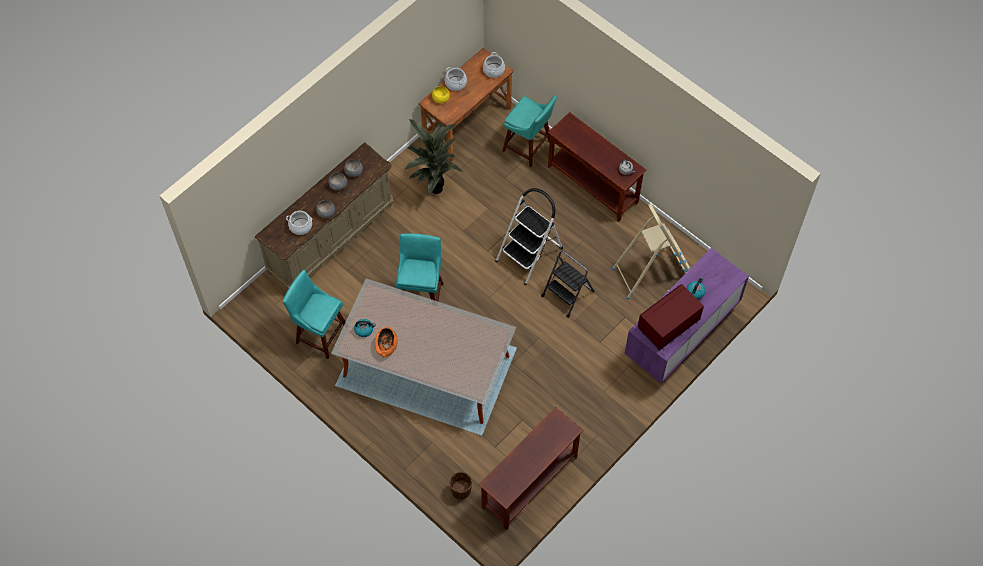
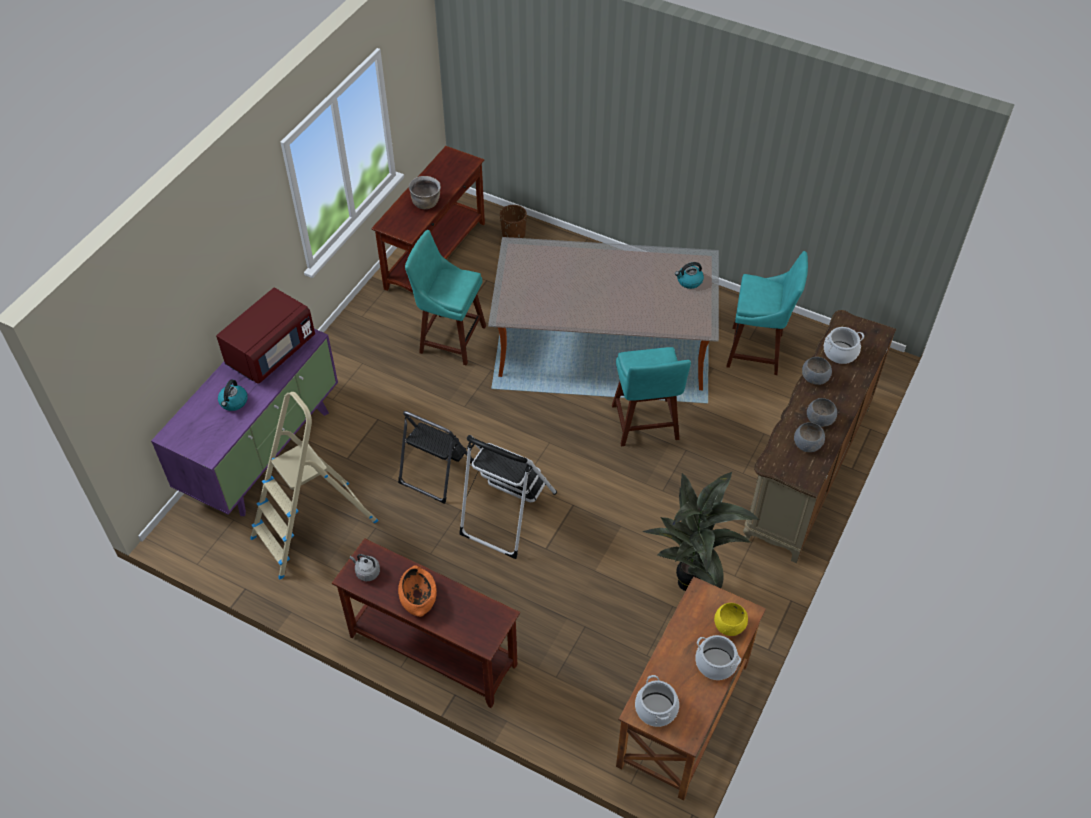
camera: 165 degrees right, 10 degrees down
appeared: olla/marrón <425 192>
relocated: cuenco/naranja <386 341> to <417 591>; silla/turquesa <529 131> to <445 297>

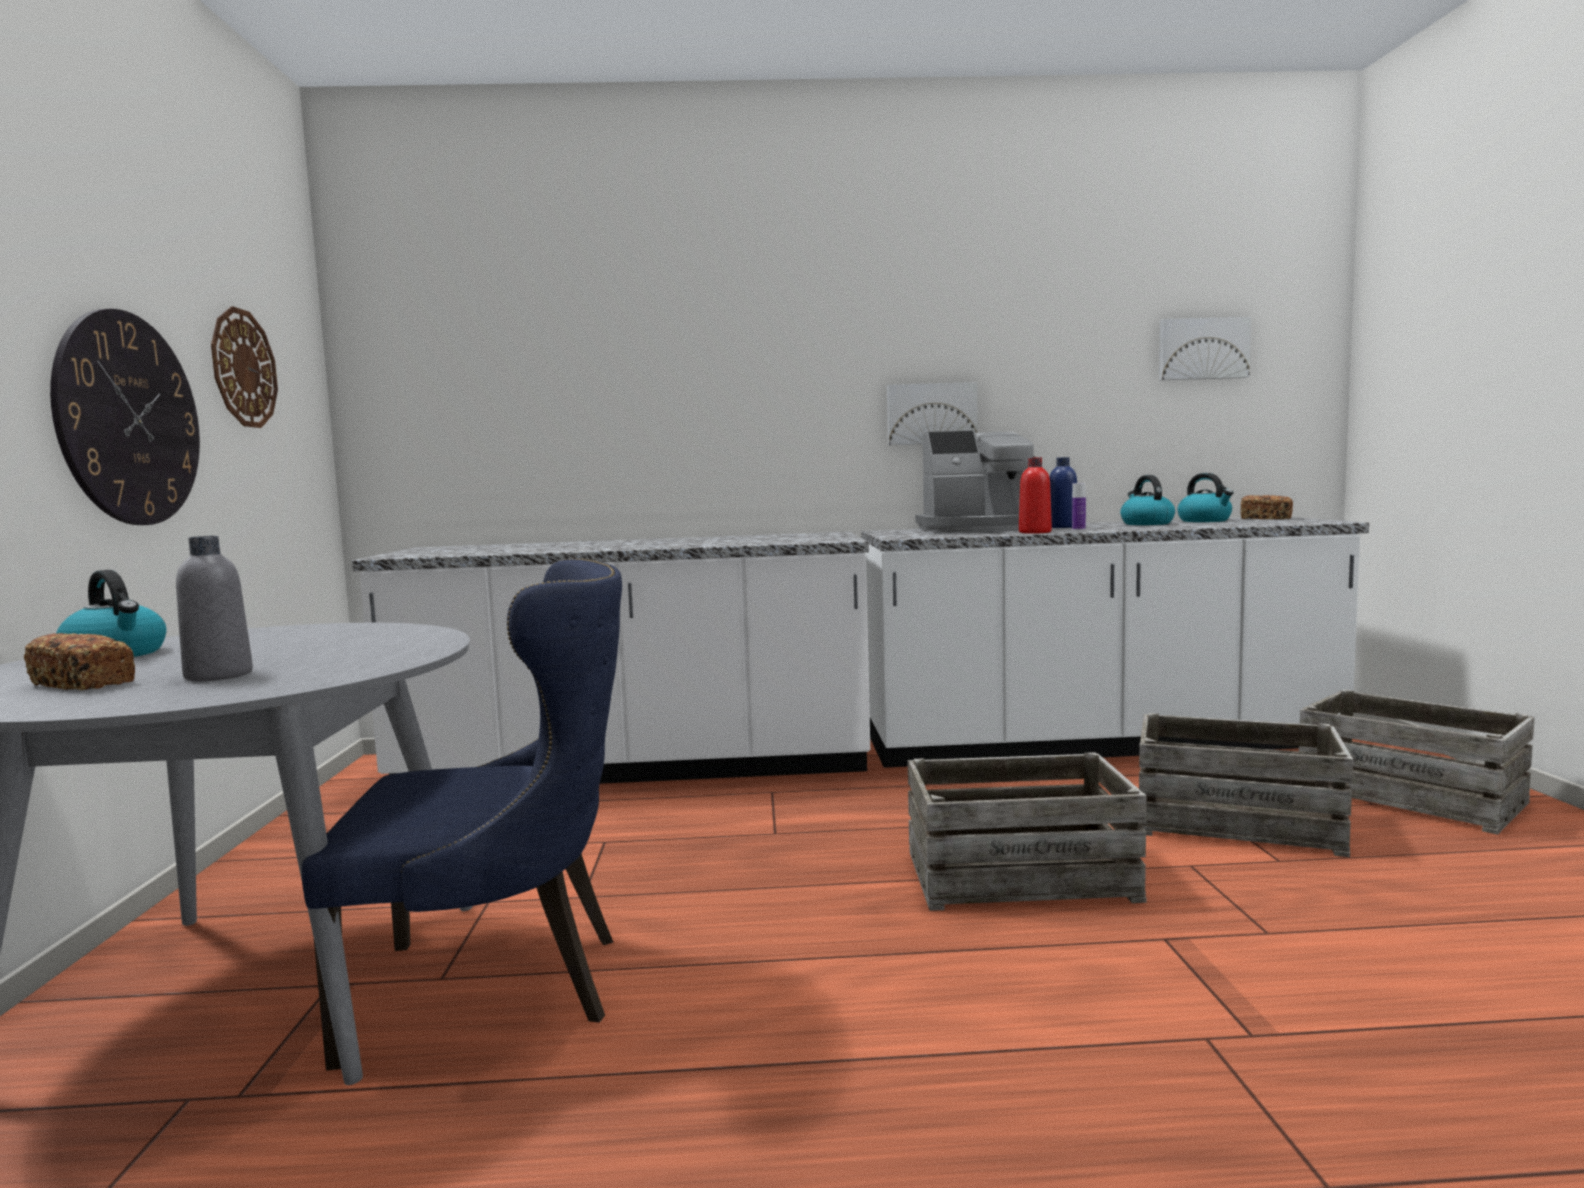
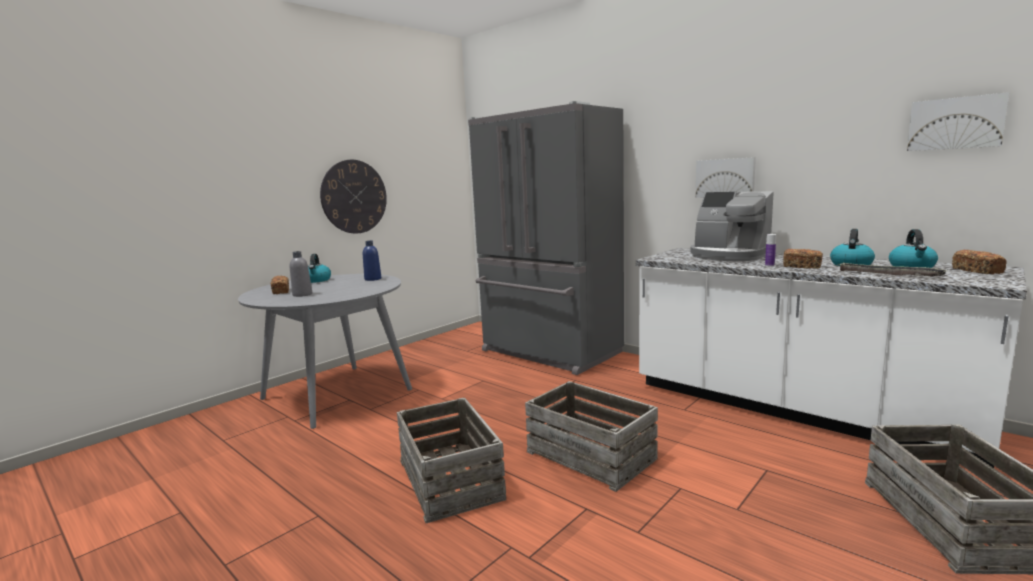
camera: 45 degrees right, 5 degrees up
missing: reloj de pared <244 367>; silla/azul <462 814>; botella/rojo <1035 495>
appeared: pan <803 259>; bandeja <892 270>
relocated: botella/azul <1063 492> to <372 261>; caja de embalaje <1246 785> to <451 460>
exchanged: mueble bajo de cocina/blanco <611 658> to nevera/gris <546 238>

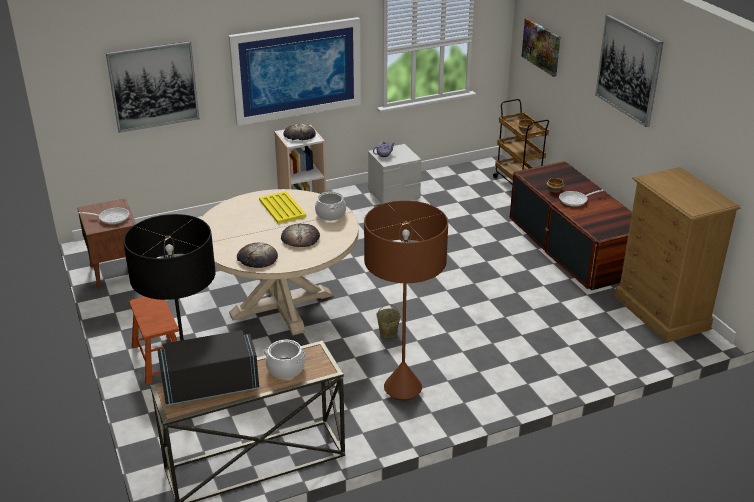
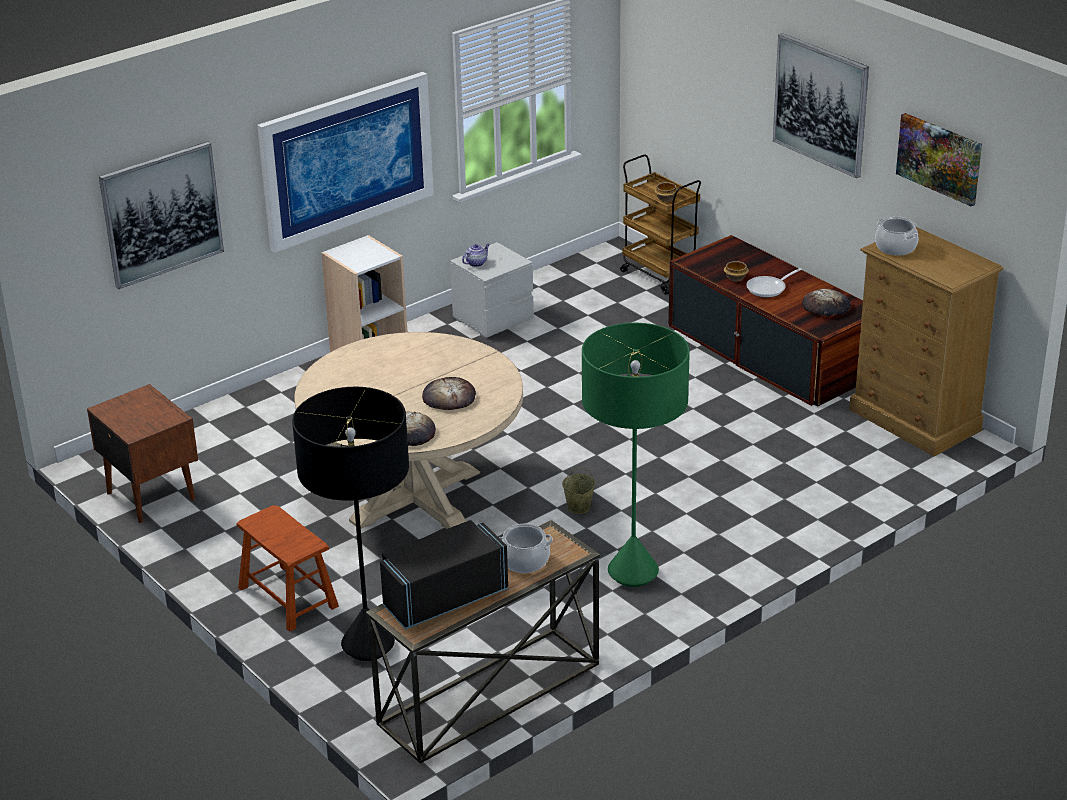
camera: 15 degrees left, 0 degrees up
missing: sartén <104 216>; bandeja/amarillo <282 207>
relocated: pan <299 131> to <826 303>; olla <330 206> to <896 236>; cuadro <540 47> to <939 159>
colour: lámpara de pie/marrón <406 301> to lámpara de pie/verde <636 455>

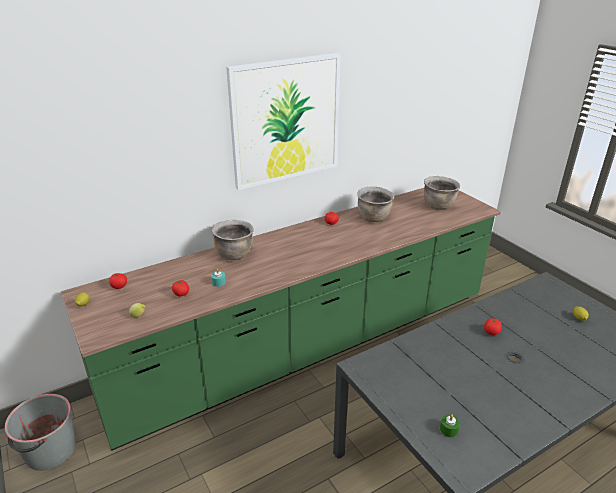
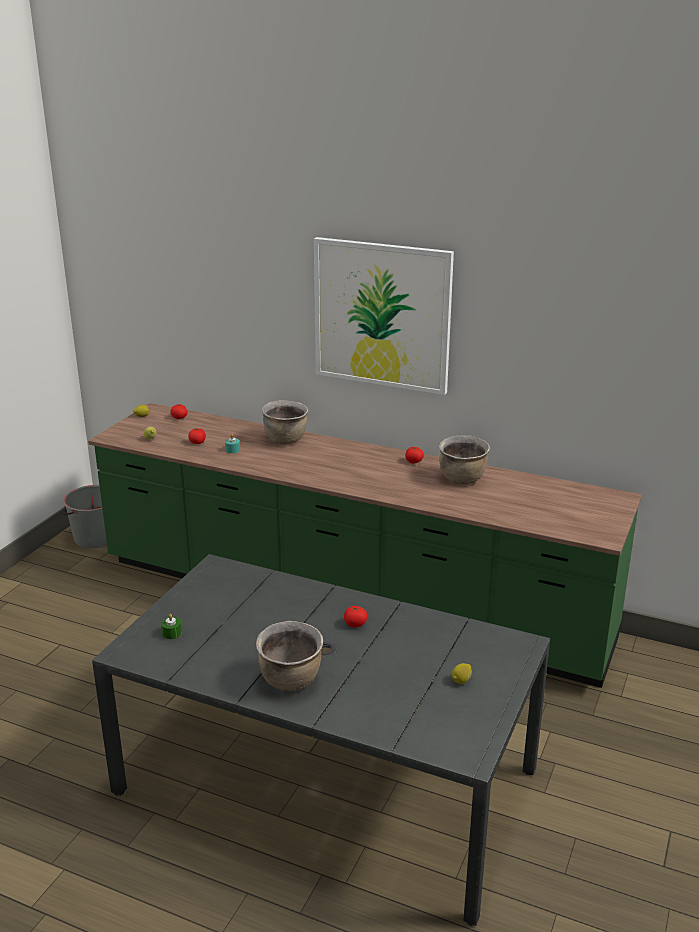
camera: 55 degrees right, 5 degrees down
relocated: olla/marrón <442 193> to <289 656>

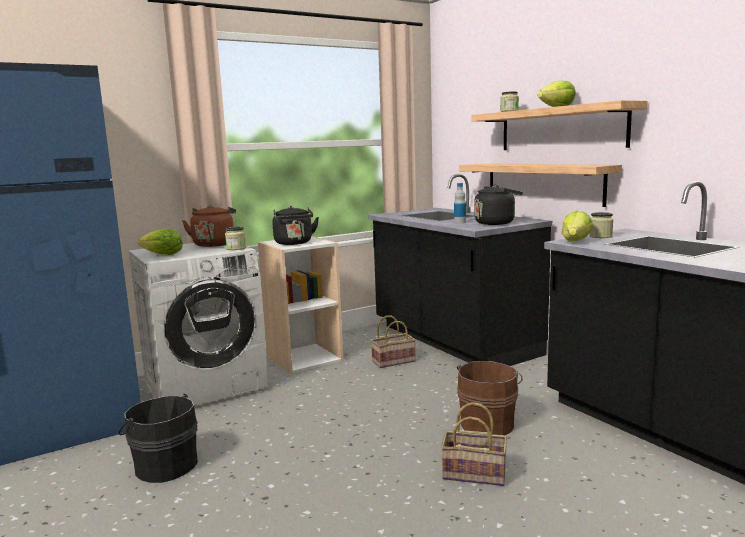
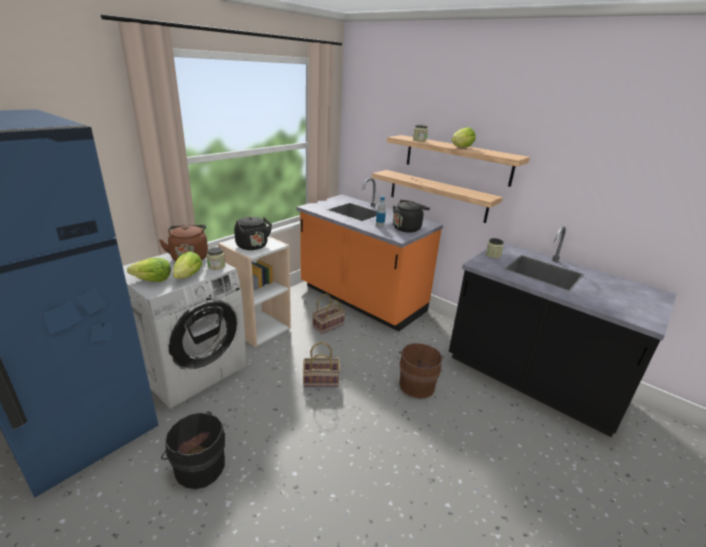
camera: 20 degrees left, 15 degrees up
relocated: cesta <474 444> to <321 364>; lechuga <577 226> to <187 265>
colour: mueble bajo de cocina/negro <460 270> to mueble bajo de cocina/naranja <370 255>

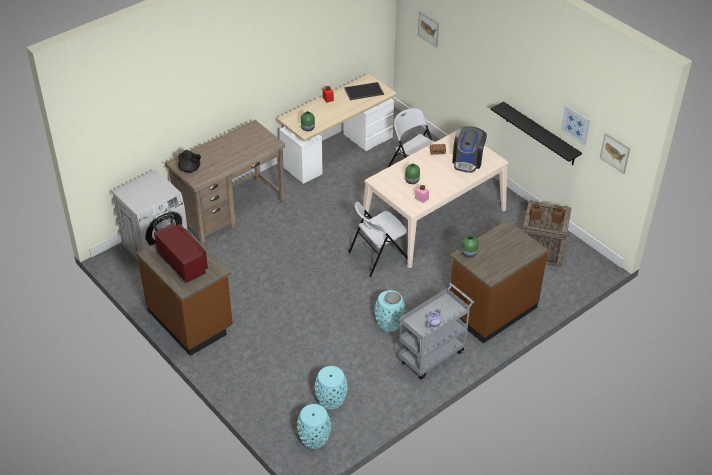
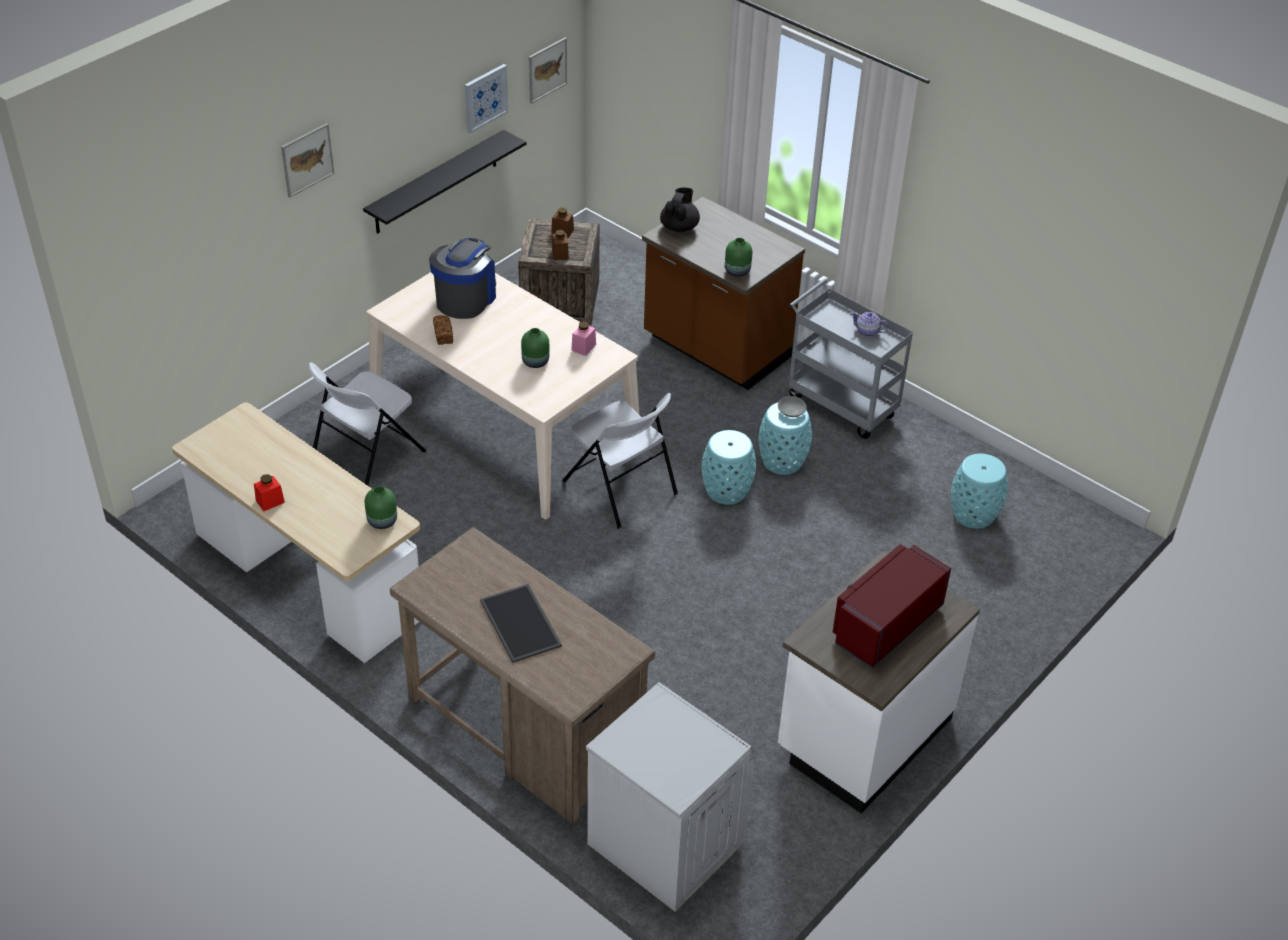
camera: 100 degrees left, 0 degrees up
relocated: tetera/negro <189 161> to <680 210>; taburete/turquesa <314 426> to <729 467>; bandeja <364 91> to <521 623>; cuadro <428 30> to <307 160>
colour: mueble bajo de cocina/marrón <185 292> to mueble bajo de cocina/blanco <879 682>
spun: cafetera <469 149> = <462 278> 75 degrees counterclockwise

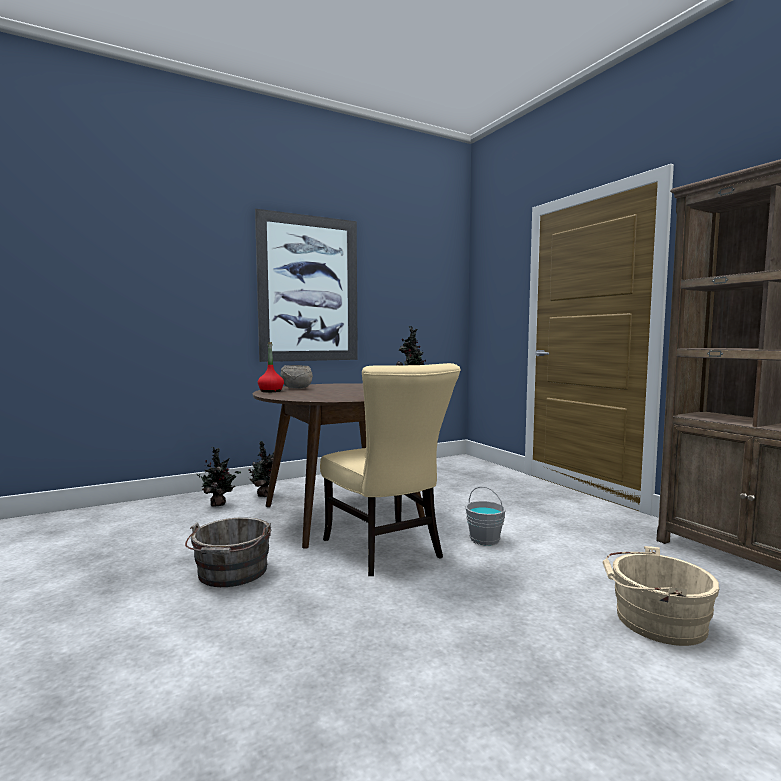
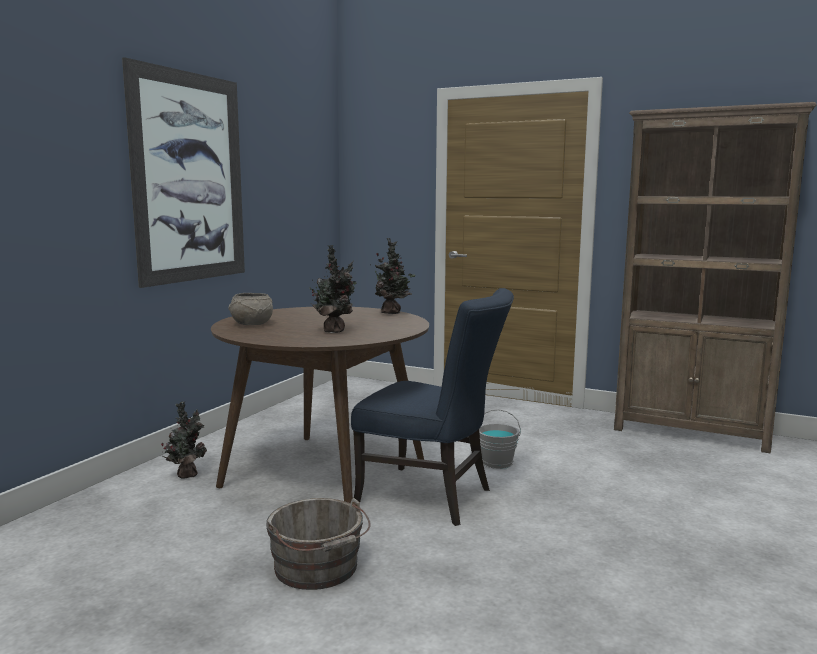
camera: 35 degrees left, 5 degrees up
missing: botella/rojo <271 367>; cubo/beis <660 596>
relocated: planta en maceta <219 477> to <333 289>
colour: silla/beis <390 469> to silla/azul <432 407>

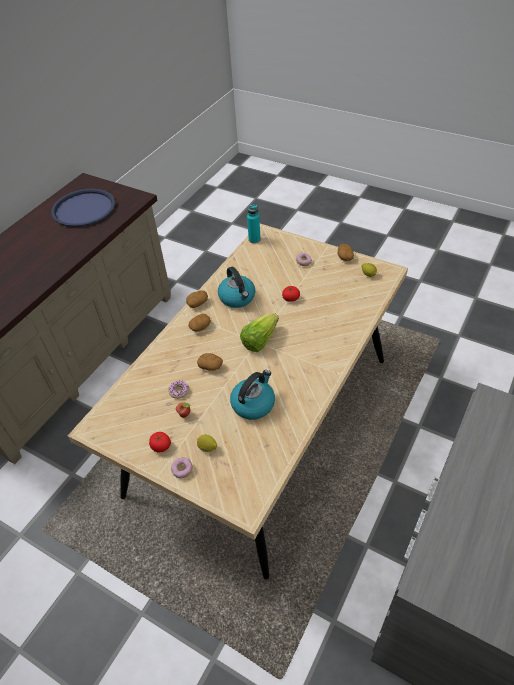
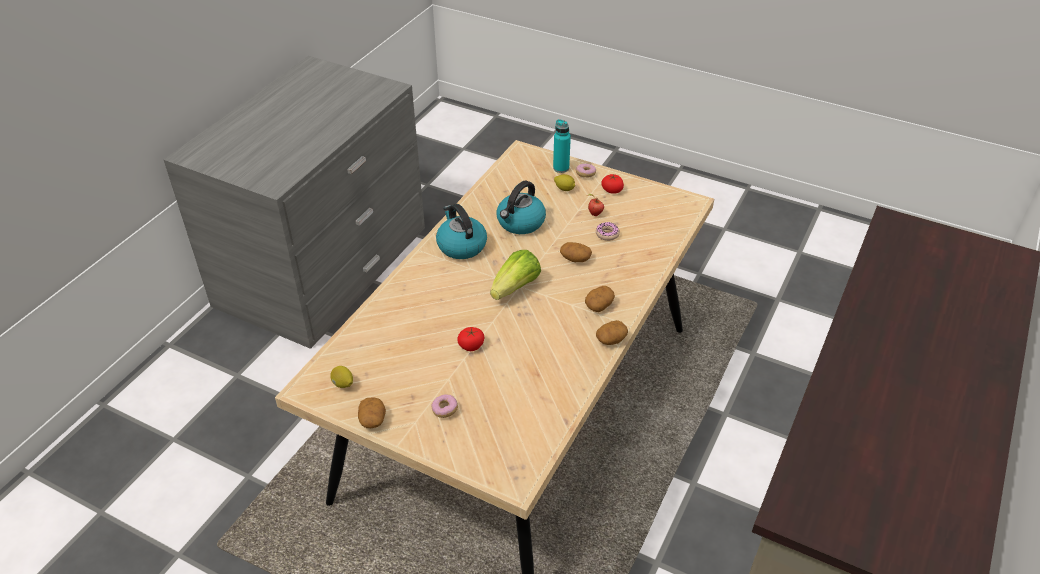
camera: 175 degrees right, 5 degrees down
missing: bandeja/azul <83 208>
relocated: hervidor <236 287> to <461 231>; botella/turquesa <254 224> to <562 146>

